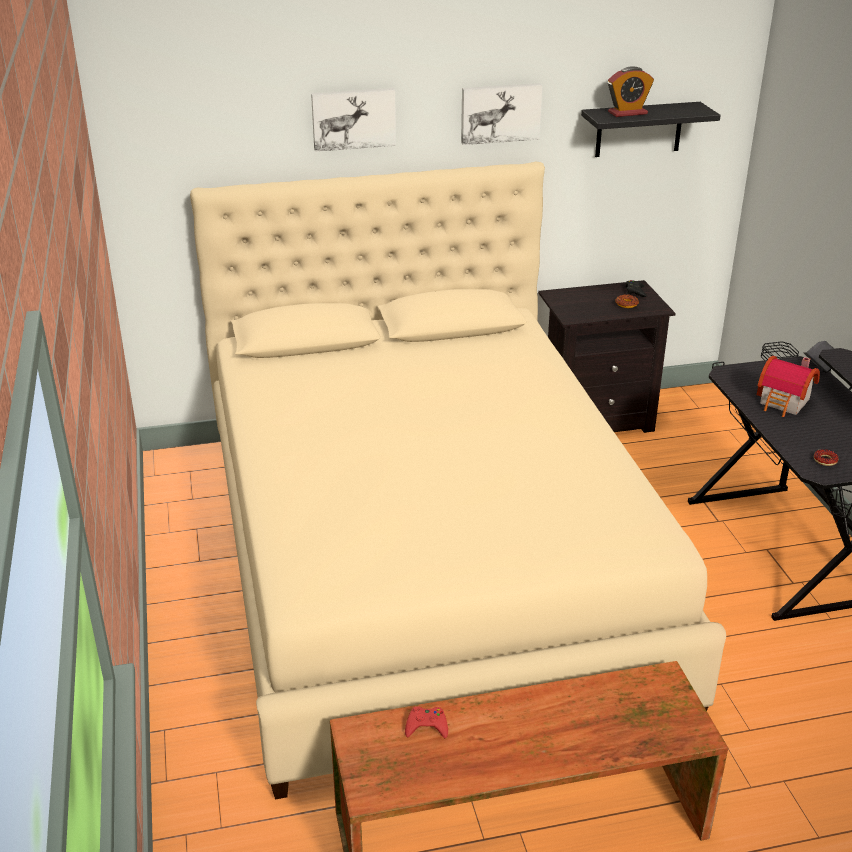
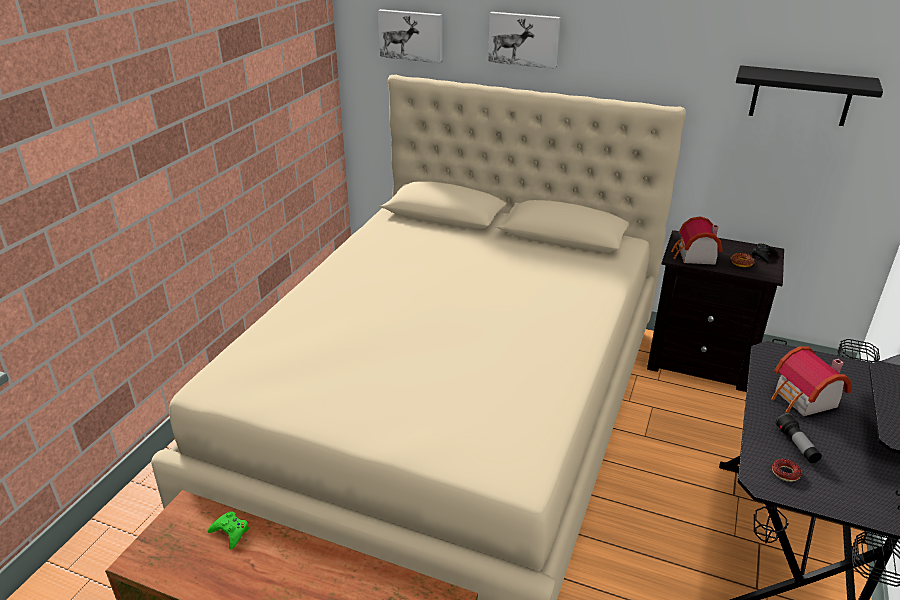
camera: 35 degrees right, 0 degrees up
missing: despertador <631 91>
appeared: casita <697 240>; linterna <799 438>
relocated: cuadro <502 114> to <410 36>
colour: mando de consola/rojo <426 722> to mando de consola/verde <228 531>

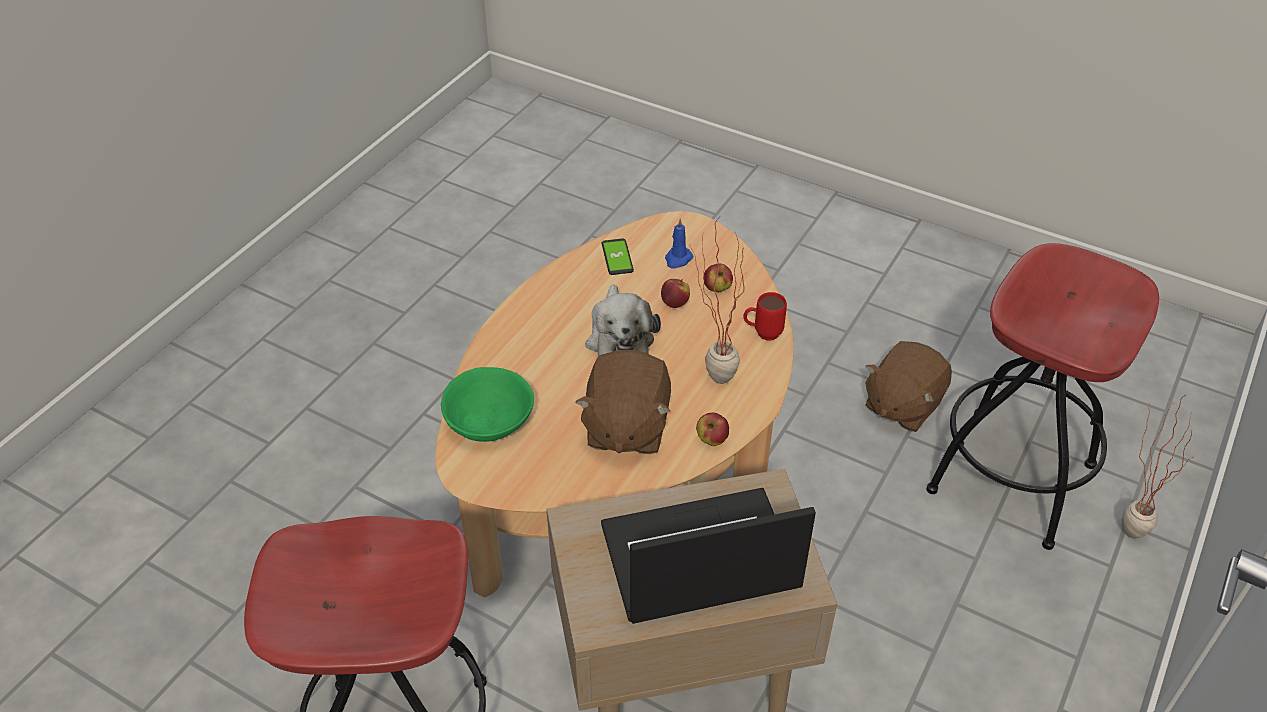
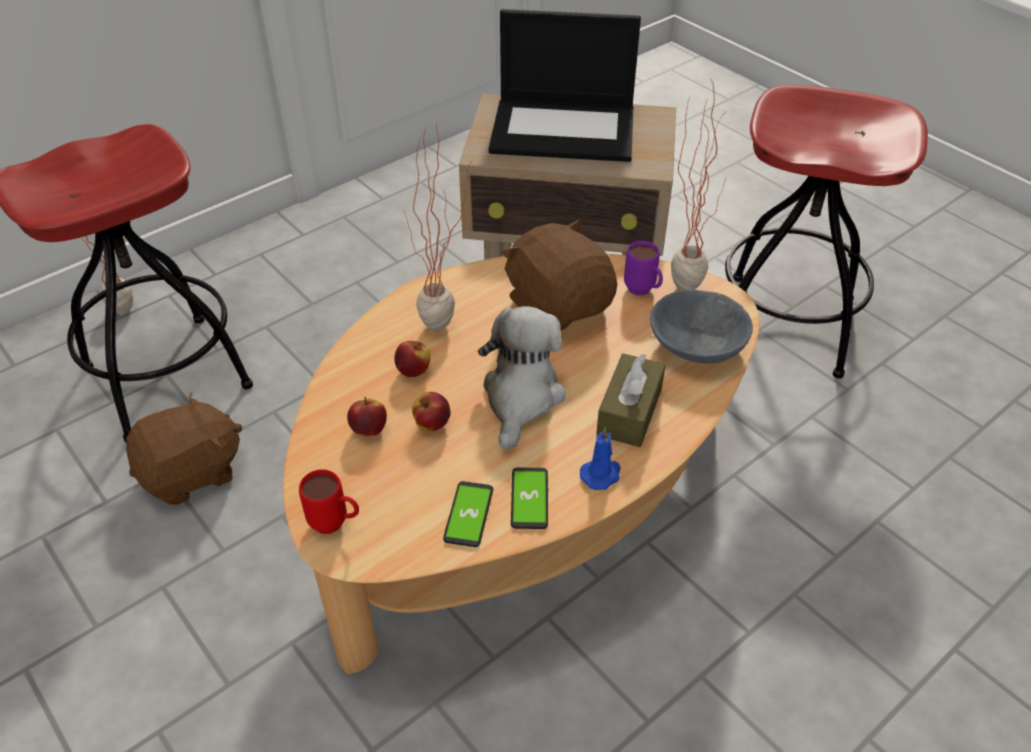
camera: 160 degrees left, 0 degrees up
appeared: móvil <529 498>; caja de pañuelos/marrón <631 400>; taza grande/morado <643 268>; planta en maceta <698 185>
relocated: vela/azul <679 244> to <600 458>; manzana <712 429> to <412 359>; taza grande/rojo <765 316> to <329 501>
colour: cuenco/verde <487 404> to cuenco/gris <701 327>
spun: peluche/marrón <623 402> = <559 274> 60 degrees counterclockwise

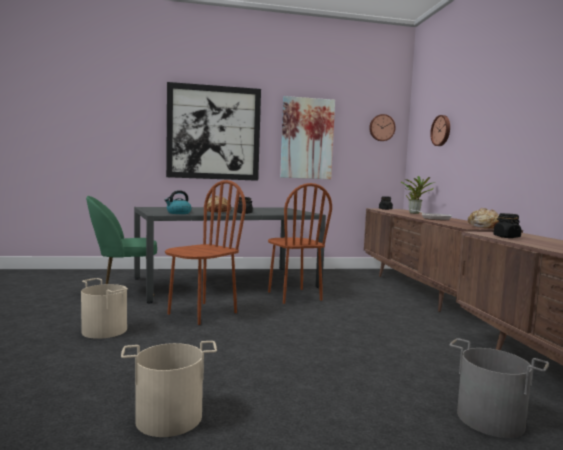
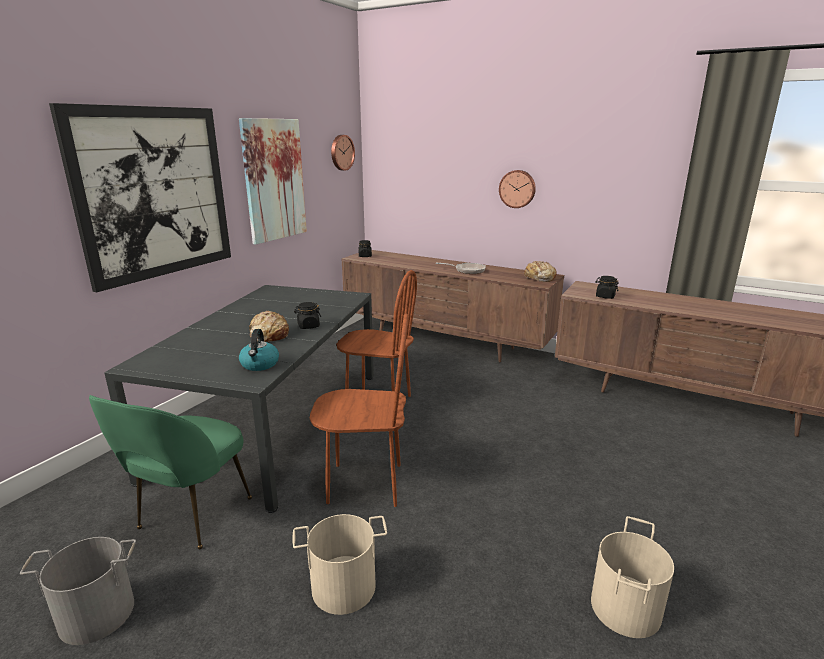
camera: 50 degrees left, 15 degrees up
missing: planta en maceta <418 195>
relocated: reloj de pared <440 130> to <517 189>; cubo/gris <499 388> to <78 591>
spun: silla/marrón <205 252> = <359 410> 105 degrees clockwise

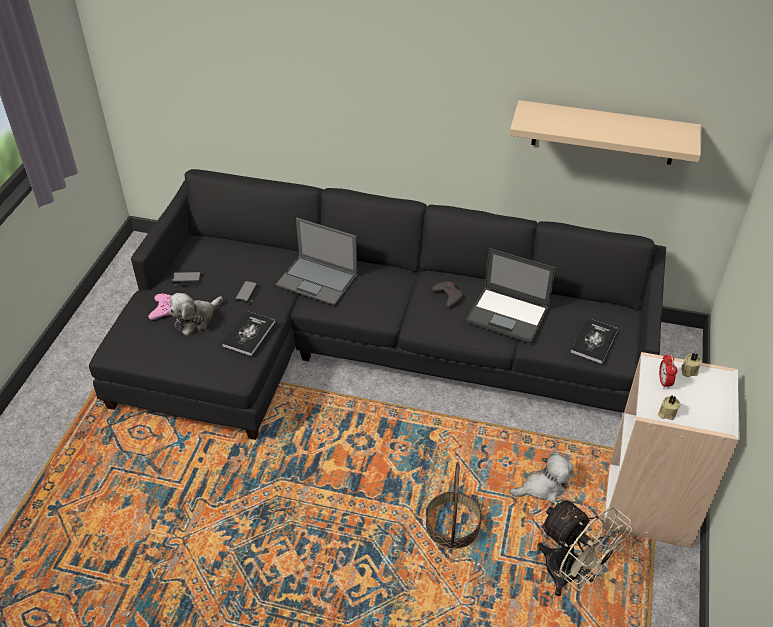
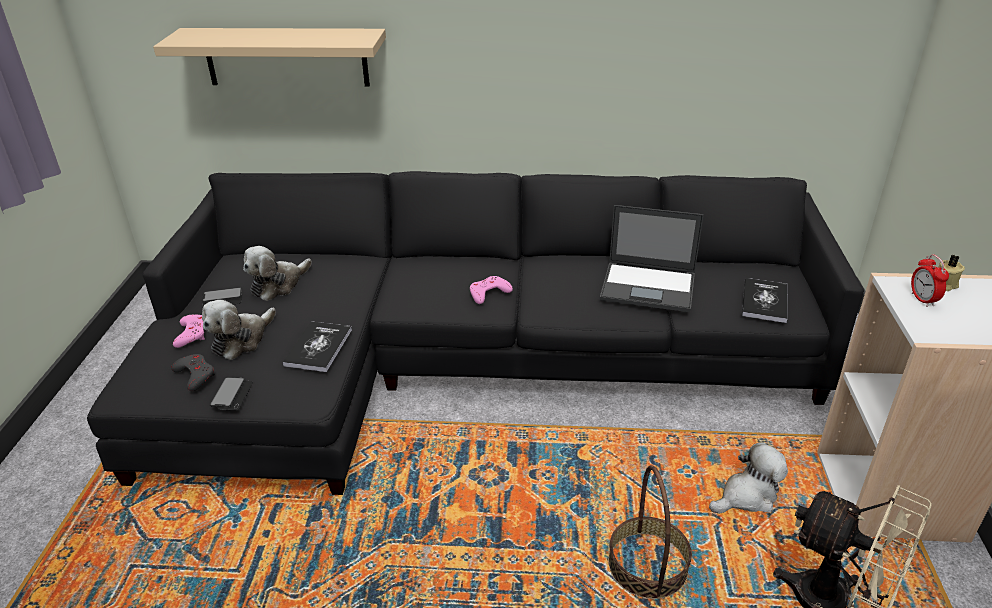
camera: 10 degrees left, 10 degrees down
missing: portátil <316 261>; vela/beis <669 407>
appeared: peluche <277 273>; mando de consola/rosa <491 290>
relocated: móvil <248 292> to <231 394>; mando de consola/gris <447 294> to <193 372>; estante/beis <605 132> to <269 57>

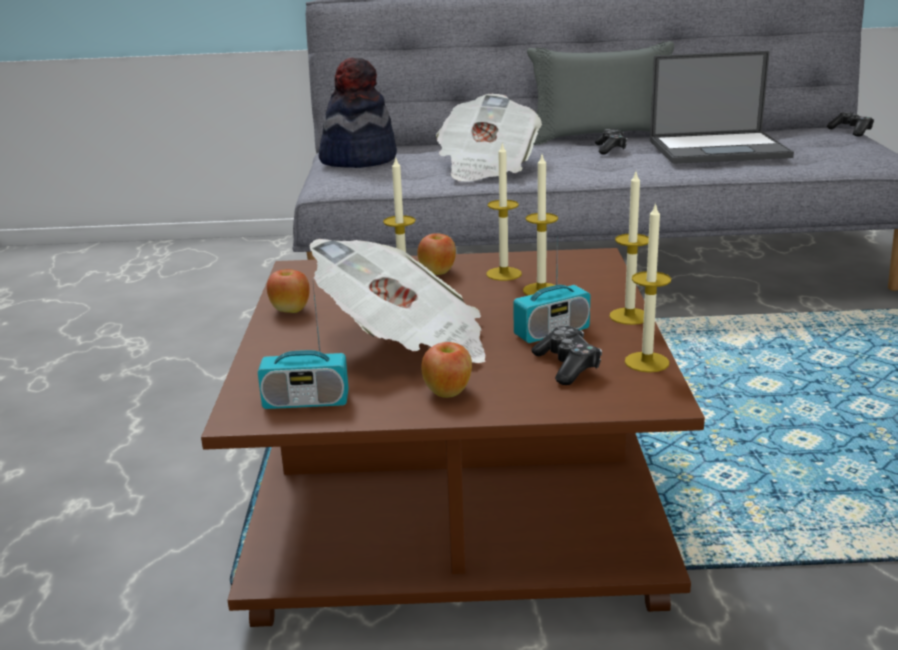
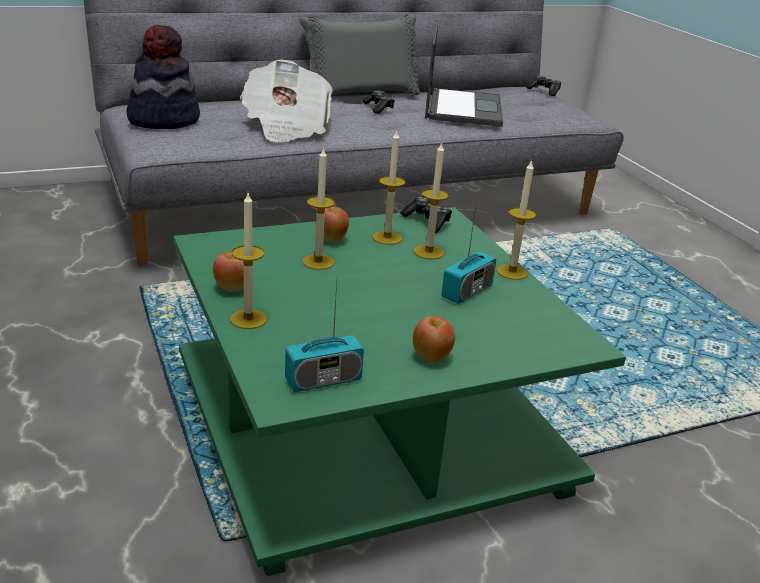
camera: 25 degrees left, 5 degrees up
missing: periódico <397 301>
relocated: mando de consola <567 355> to <426 214>; vela <648 287> to <248 261>
colour: mesa de centro/marrón <453 437> to mesa de centro/verde <399 391>
spun: portátil <722 107> = <464 75> 60 degrees counterclockwise

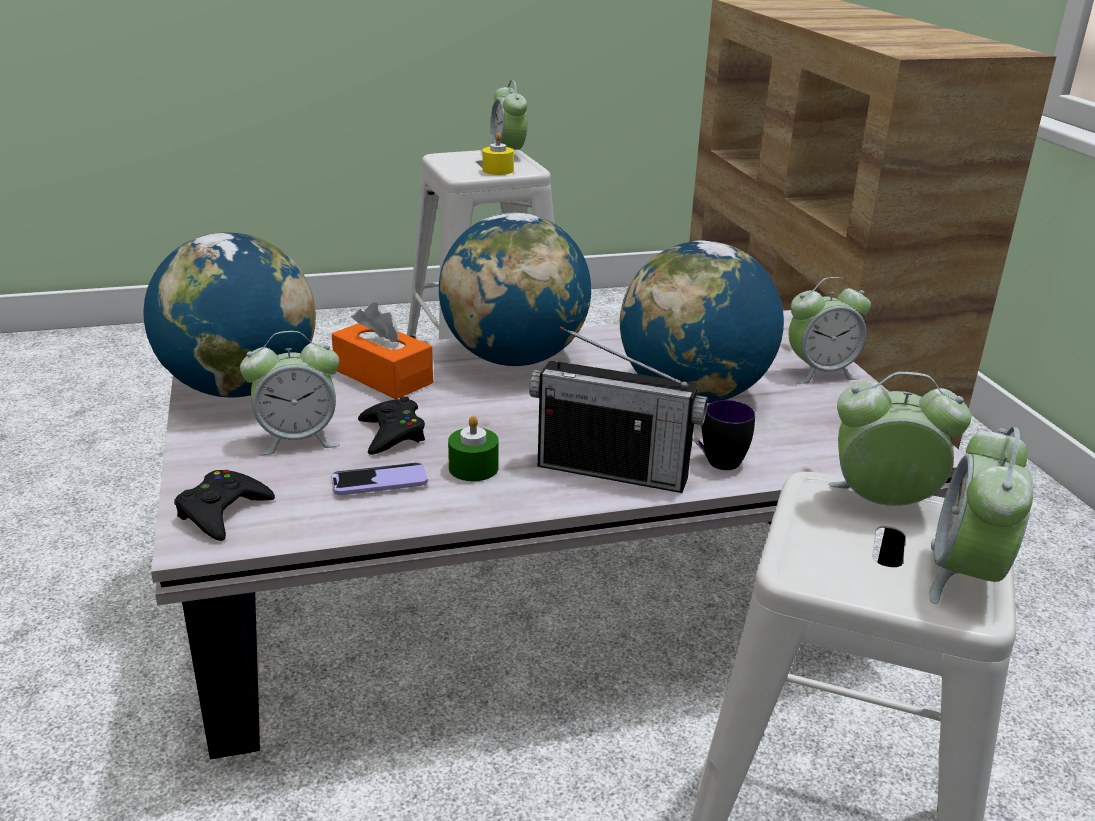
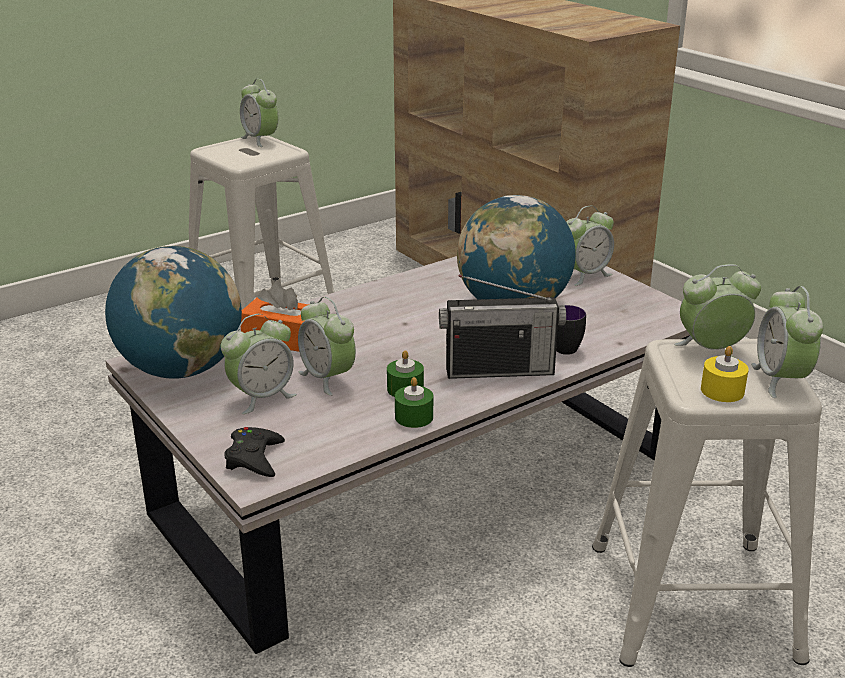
camera: 20 degrees left, 0 degrees up
missing: móvil <379 478>; globo terráqueo <515 289>
appeared: vela/verde <414 402>
relocated: vela/amarillo <498 154> to <725 374>
exchanged: mando de consola/negro <391 425> to despertador <327 346>

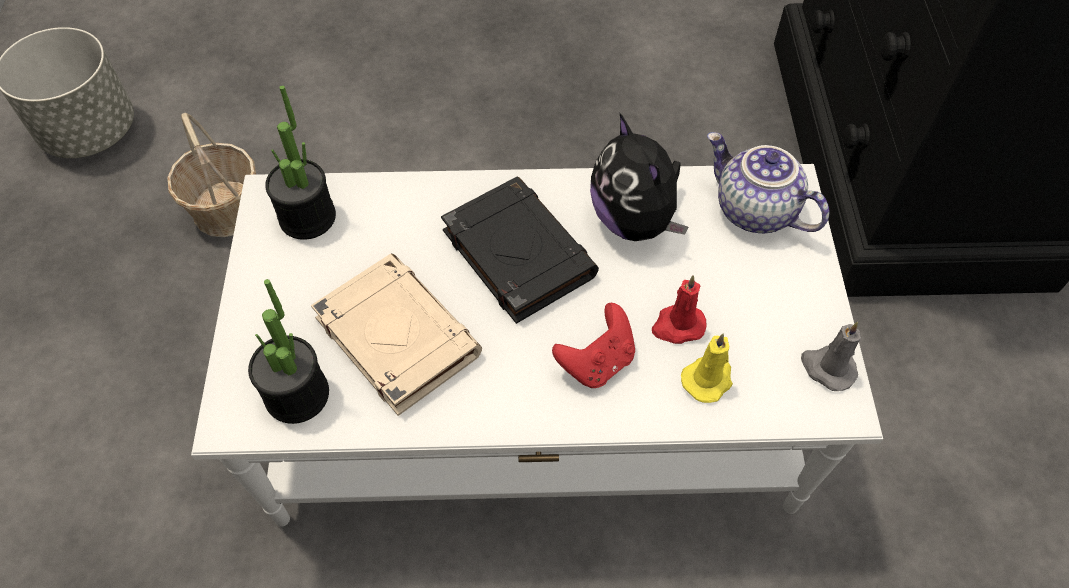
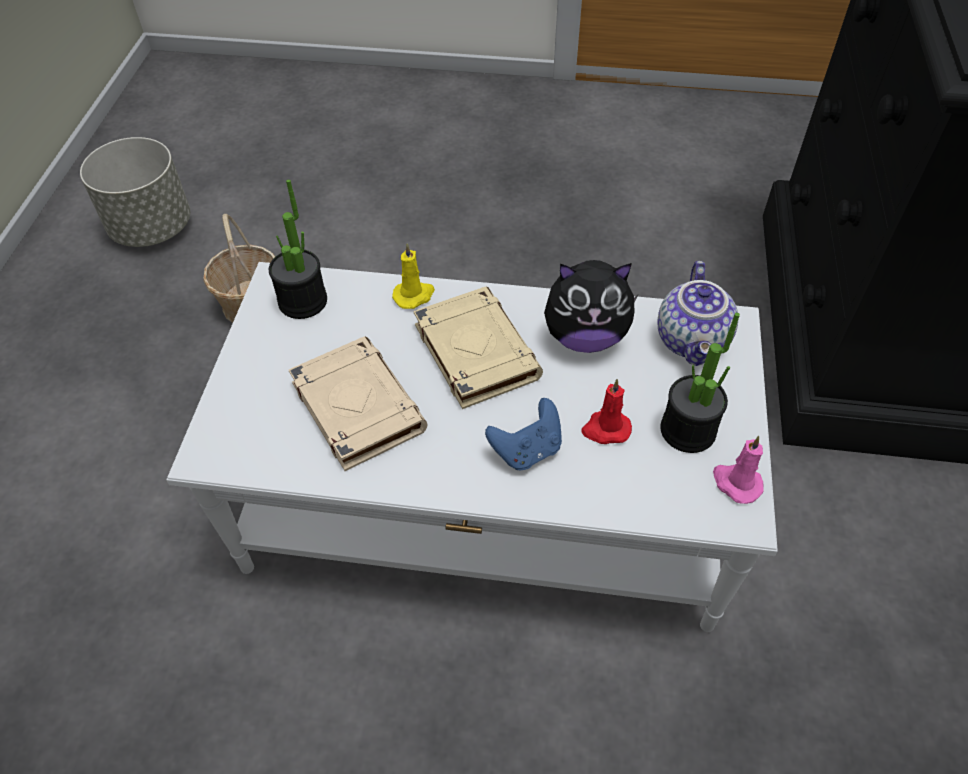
camera: 10 degrees right, 5 degrees down
relocated: planta en maceta <288 351> to <700 383>; vela/amarillo <707 368> to <413 276>
colour: libro/negro <520 250> to libro/beis <478 348>; mando de consola/rojo <593 345> to mando de consola/azul <523 434>; vela/gris <831 356> to vela/rosa <738 470>
spun: peluche <639 177> = <591 306> 75 degrees counterclockwise; tetera <768 182> = <697 313> 135 degrees counterclockwise

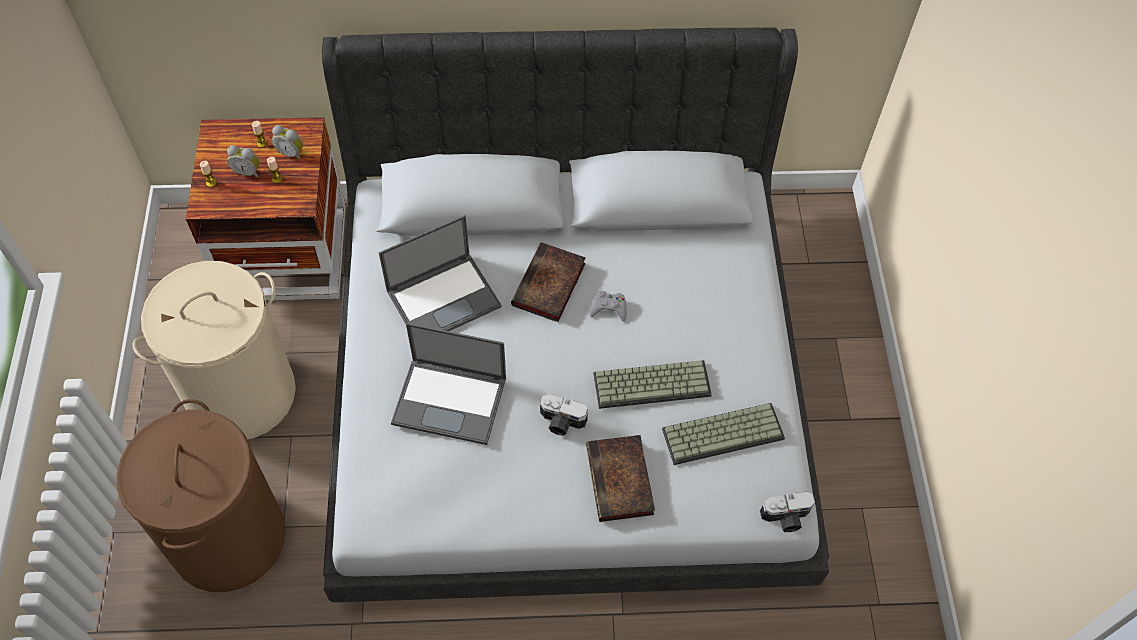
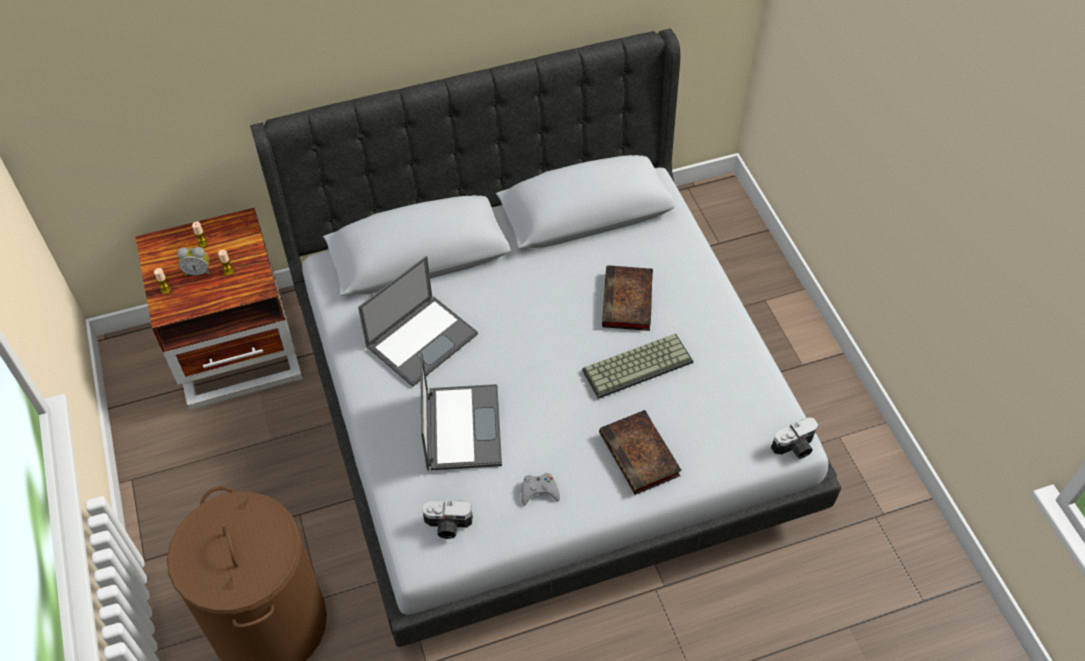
camera: 15 degrees left, 5 degrees down
missing: cesto de la ropa/beis <214 350>; despertador <287 142>; teclado <723 434>
relocated: libro <548 282> to <627 298>; cámara <564 415> to <448 519>; mando de consola/gris <608 306> to <540 489>
spun: portátil <448 384> = <461 411> 90 degrees counterclockwise

